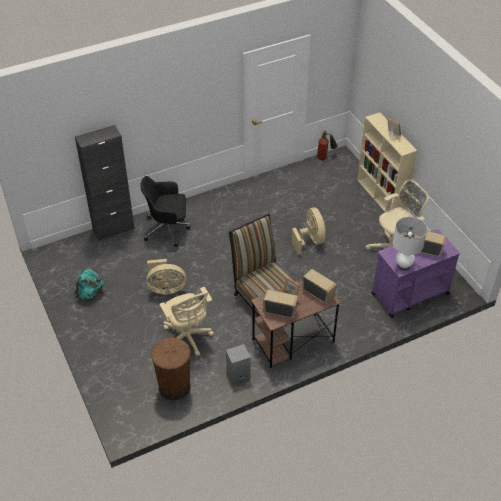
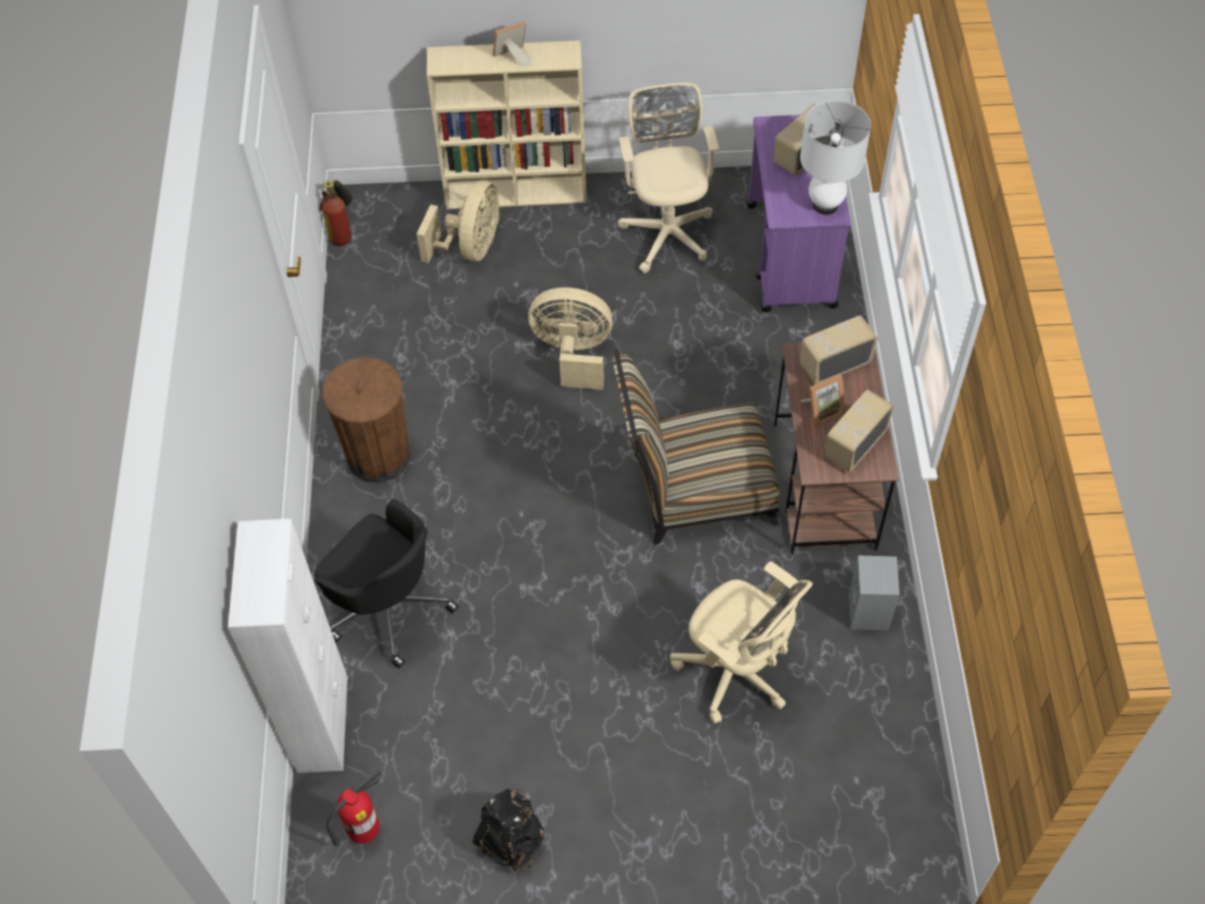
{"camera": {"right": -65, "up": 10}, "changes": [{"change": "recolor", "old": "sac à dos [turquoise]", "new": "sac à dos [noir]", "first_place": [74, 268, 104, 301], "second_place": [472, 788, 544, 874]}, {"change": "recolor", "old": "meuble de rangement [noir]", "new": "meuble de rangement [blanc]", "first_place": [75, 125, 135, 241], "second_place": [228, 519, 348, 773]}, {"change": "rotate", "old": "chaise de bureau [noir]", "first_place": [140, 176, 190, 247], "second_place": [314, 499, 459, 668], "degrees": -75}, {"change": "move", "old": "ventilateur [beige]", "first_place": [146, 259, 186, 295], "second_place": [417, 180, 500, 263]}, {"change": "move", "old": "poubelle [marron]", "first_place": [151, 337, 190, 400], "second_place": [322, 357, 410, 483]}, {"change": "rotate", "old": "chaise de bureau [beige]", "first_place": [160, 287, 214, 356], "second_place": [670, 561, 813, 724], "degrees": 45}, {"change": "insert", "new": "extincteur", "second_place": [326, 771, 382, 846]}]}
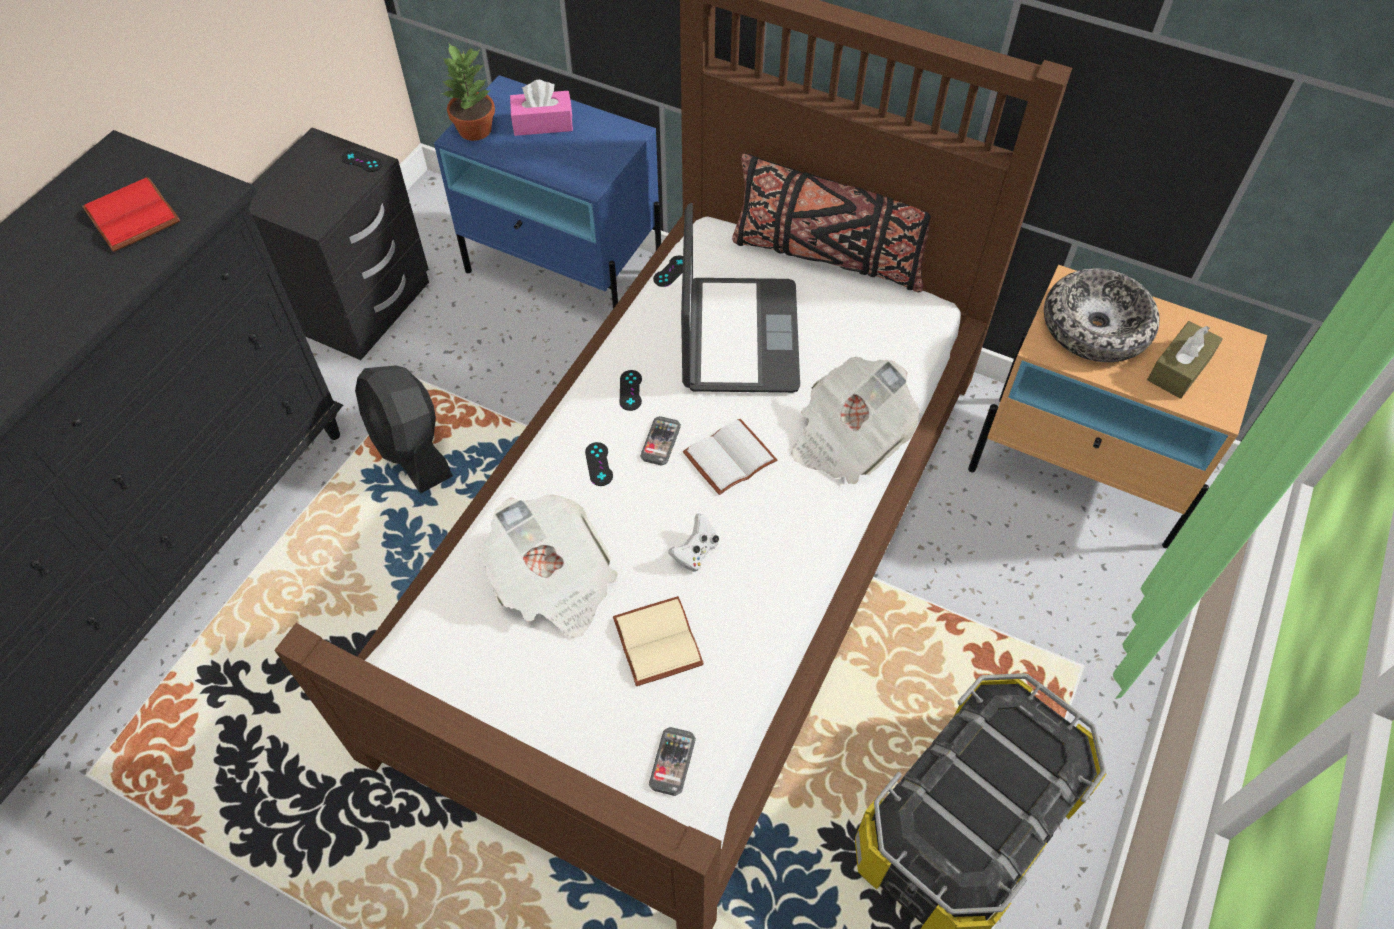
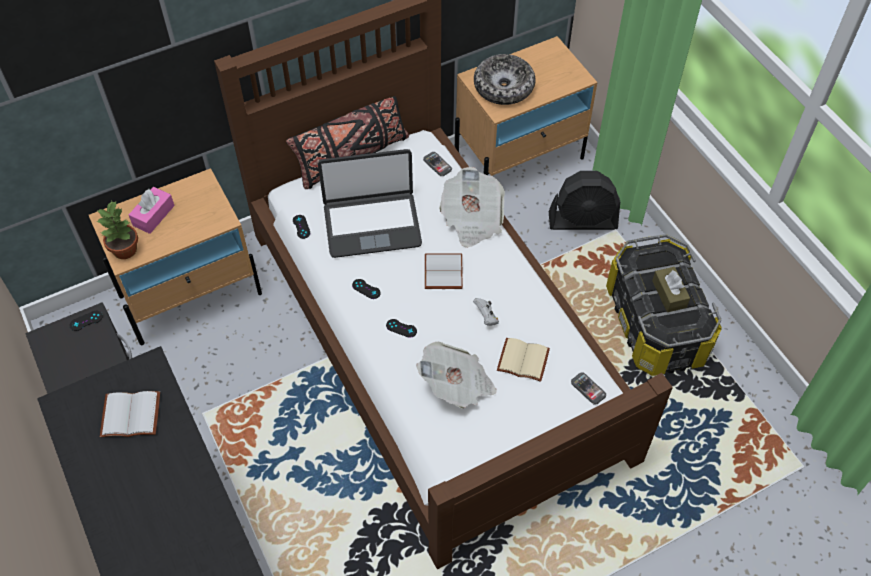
{"camera": {"right": -55, "up": 0}, "changes": [{"change": "recolor", "old": "livre [rouge]", "new": "livre [blanc]", "first_place": [82, 177, 180, 252], "second_place": [100, 391, 160, 438]}, {"change": "move", "old": "ventilateur [noir]", "first_place": [355, 365, 453, 494], "second_place": [549, 171, 620, 230]}, {"change": "recolor", "old": "table de chevet [bleu]", "new": "table de chevet [beige]", "first_place": [434, 75, 661, 309], "second_place": [89, 168, 262, 345]}, {"change": "move", "old": "téléphone", "first_place": [640, 416, 681, 465], "second_place": [423, 152, 452, 176]}, {"change": "rotate", "old": "ordinateur portable", "first_place": [681, 203, 800, 393], "second_place": [318, 149, 422, 258], "degrees": 135}, {"change": "move", "old": "boîte à mouchoirs [marron]", "first_place": [1147, 321, 1223, 399], "second_place": [652, 267, 690, 312]}]}
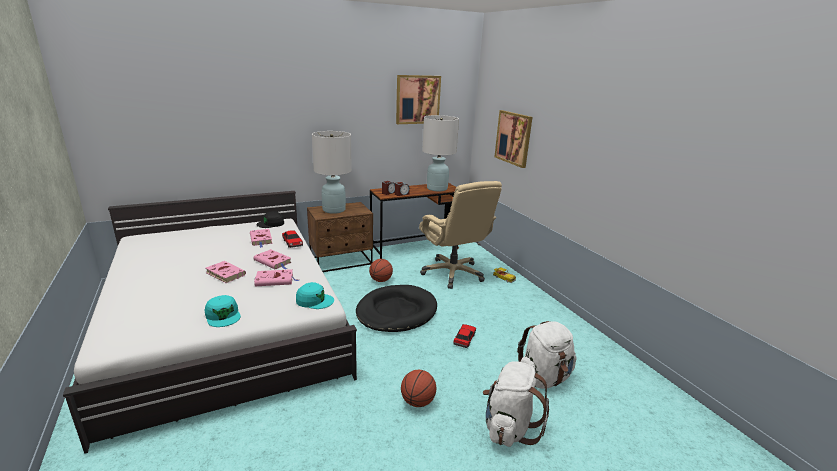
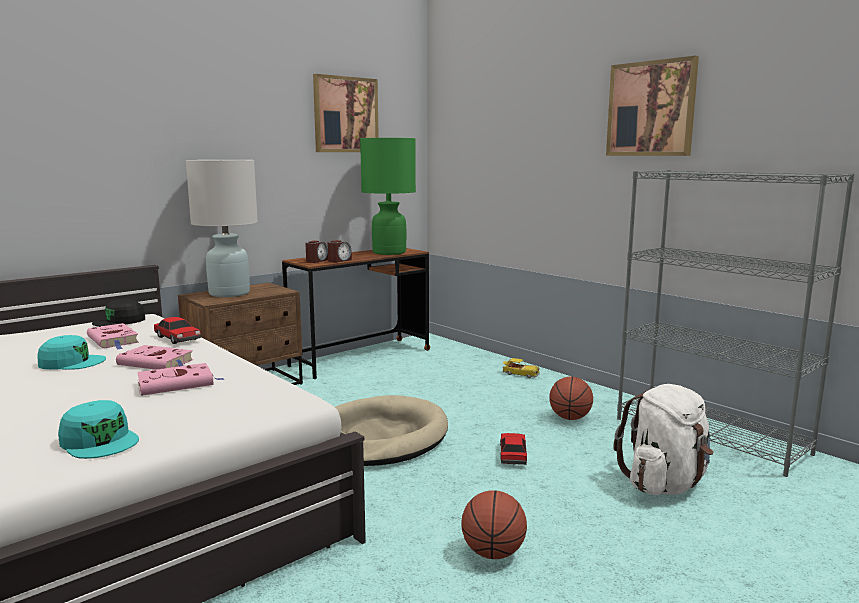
{"camera": {"right": -15, "up": -10}, "changes": [{"change": "delete", "old": "livre [rose]", "first_place": [205, 261, 246, 283]}, {"change": "move", "old": "casquette [turquoise]", "first_place": [296, 282, 334, 309], "second_place": [37, 335, 106, 370]}, {"change": "recolor", "old": "panier pour chien [noir]", "new": "panier pour chien [beige]", "first_place": [356, 285, 437, 332], "second_place": [335, 395, 448, 466]}, {"change": "move", "old": "ballon de basket", "first_place": [369, 259, 393, 282], "second_place": [549, 377, 593, 420]}, {"change": "delete", "old": "chaise de bureau [beige]", "first_place": [419, 181, 502, 289]}, {"change": "recolor", "old": "lampe de table [blanc]", "new": "lampe de table [vert]", "first_place": [422, 115, 459, 191], "second_place": [360, 138, 416, 255]}, {"change": "delete", "old": "sac à dos [blanc]", "first_place": [483, 361, 549, 447]}, {"change": "move", "old": "tableau", "first_place": [495, 110, 532, 168], "second_place": [606, 56, 699, 156]}, {"change": "insert", "new": "bibliothèque [gris]", "second_place": [617, 170, 855, 477]}]}
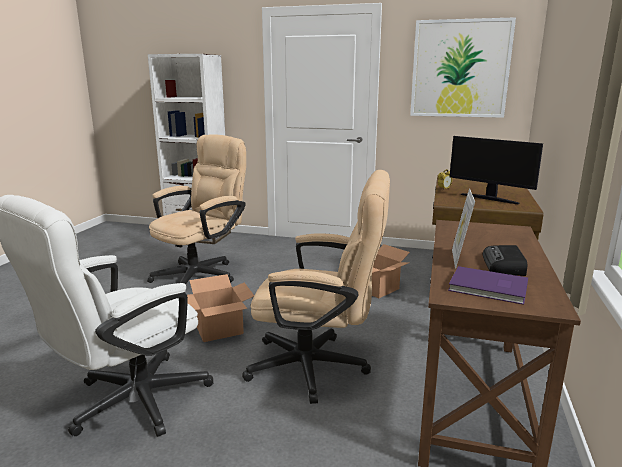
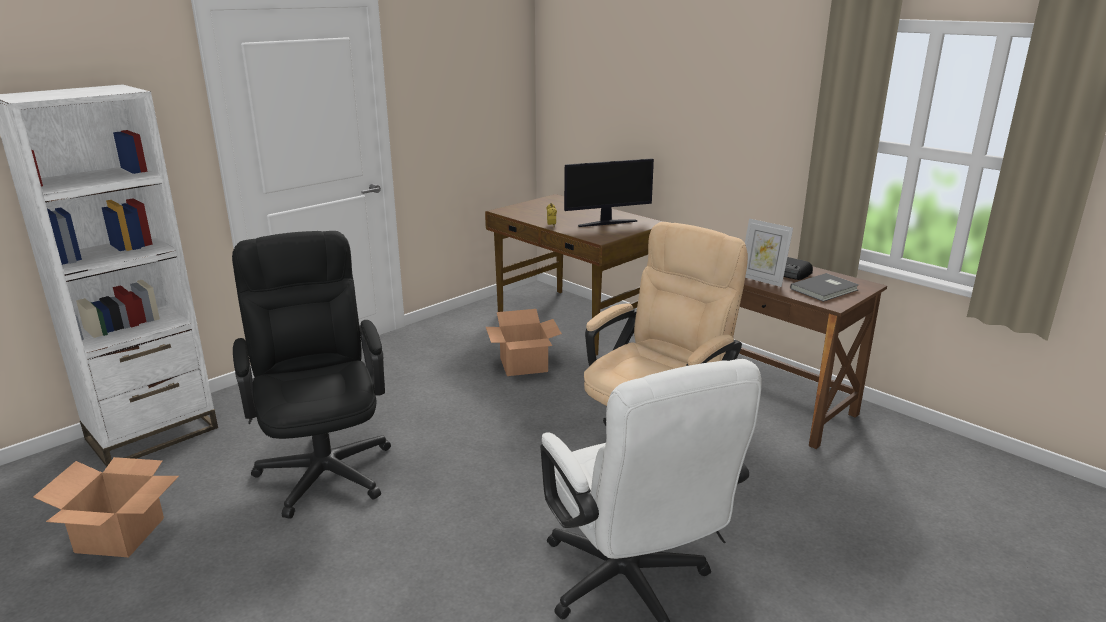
{"camera": {"right": -60, "up": 5}, "changes": [{"change": "recolor", "old": "chaise de bureau [beige]", "new": "chaise de bureau [noir]", "first_place": [147, 134, 246, 284], "second_place": [232, 231, 391, 519]}, {"change": "move", "old": "carton", "first_place": [187, 274, 254, 342], "second_place": [33, 457, 179, 557]}, {"change": "delete", "old": "tableau", "first_place": [410, 17, 516, 118]}, {"change": "recolor", "old": "livre [violet]", "new": "livre [gris]", "first_place": [448, 266, 528, 305], "second_place": [790, 273, 859, 302]}]}
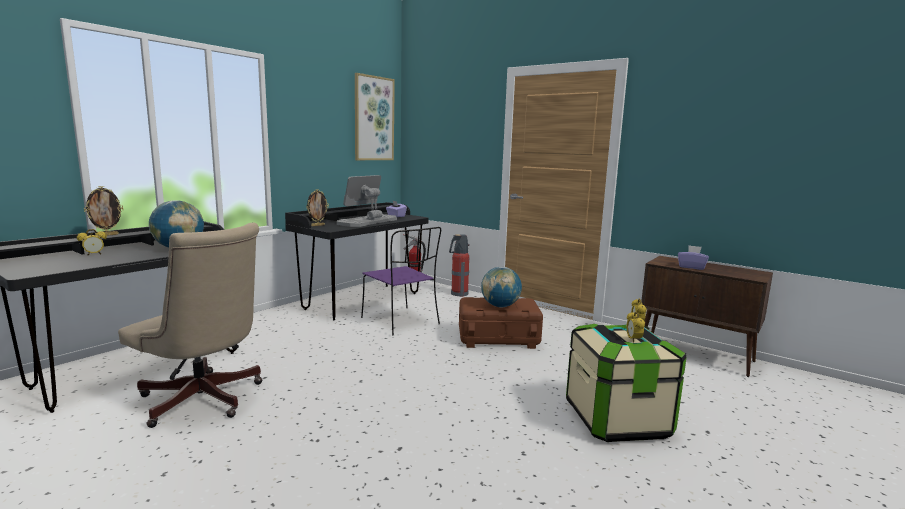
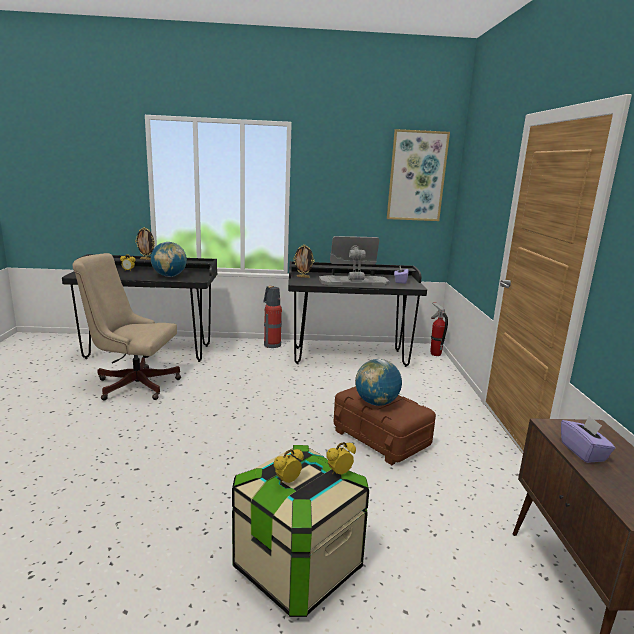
{"camera": {"right": 50, "up": 5}, "changes": [{"change": "rotate", "old": "chaise de bureau [beige]", "first_place": [118, 223, 263, 428], "second_place": [72, 253, 181, 401], "degrees": 105}, {"change": "delete", "old": "chaise [violet]", "first_place": [361, 227, 441, 336]}, {"change": "move", "old": "extincteur", "first_place": [449, 234, 470, 297], "second_place": [264, 286, 282, 348]}]}
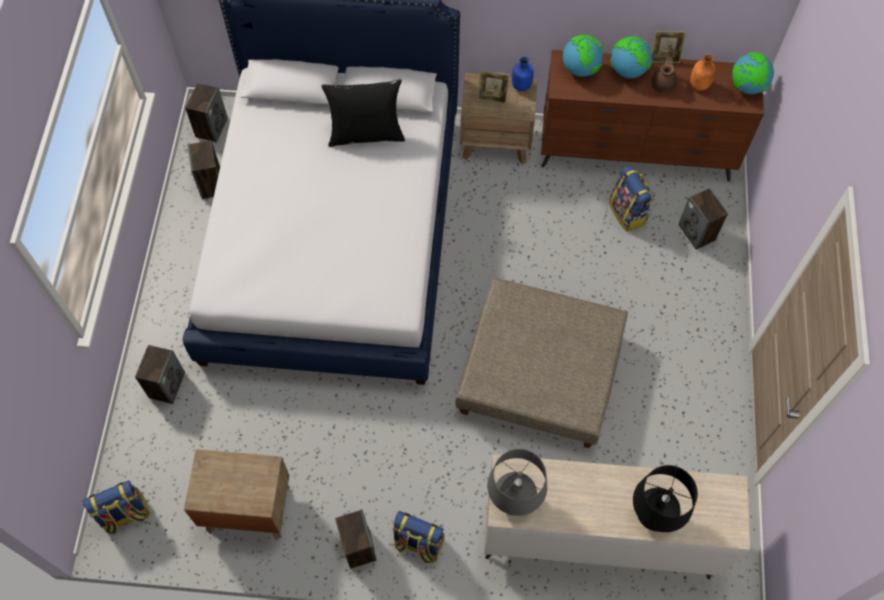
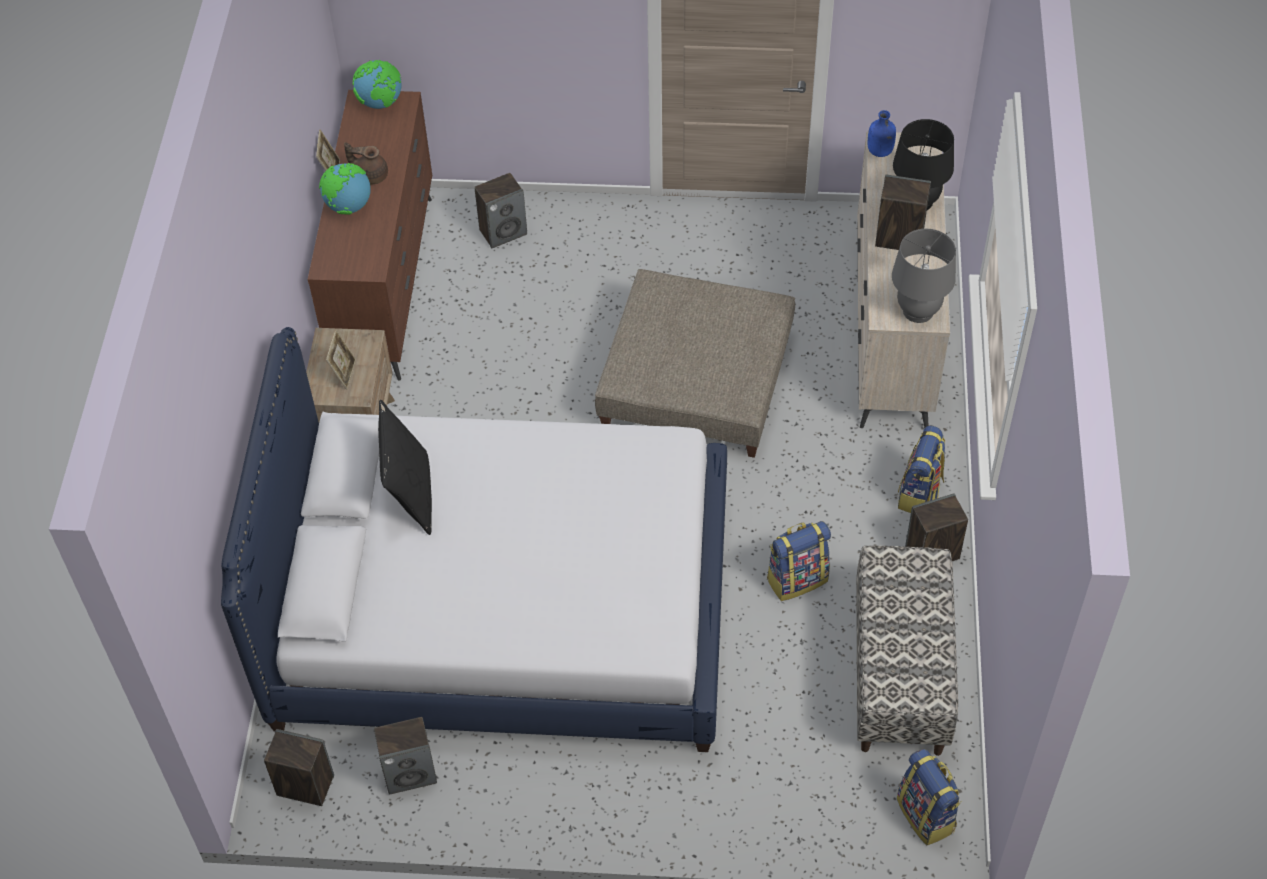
{"camera": {"right": -90, "up": -10}, "changes": [{"change": "move", "old": "enceinte", "first_place": [135, 345, 185, 404], "second_place": [875, 175, 931, 250]}, {"change": "replace", "old": "table de chevet [marron]", "new": "banc", "first_place": [184, 449, 290, 540], "second_place": [856, 546, 958, 756]}, {"change": "move", "old": "bouteille [bleu]", "first_place": [512, 57, 534, 91], "second_place": [868, 110, 896, 157]}, {"change": "delete", "old": "globe", "first_place": [563, 35, 604, 77]}, {"change": "move", "old": "sac à dos", "first_place": [609, 166, 653, 232], "second_place": [767, 521, 831, 601]}, {"change": "delete", "old": "bouteille [orange]", "first_place": [690, 54, 716, 91]}]}
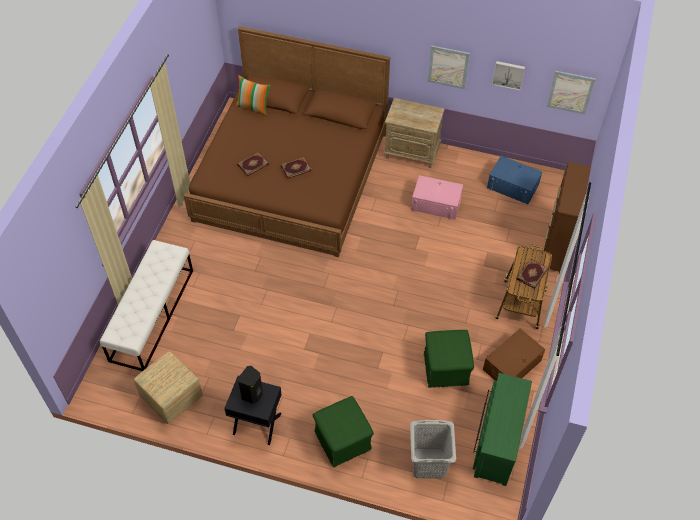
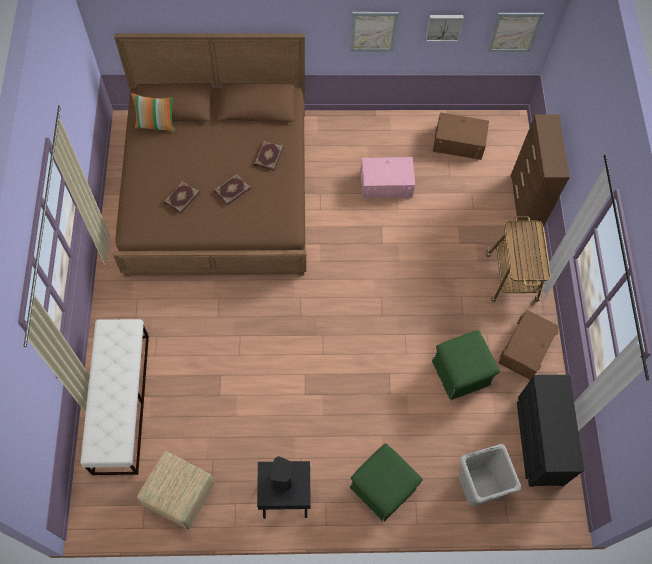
{"camera": {"right": -20, "up": 10}, "changes": [{"change": "delete", "old": "table de chevet [beige]", "first_place": [383, 98, 444, 168]}, {"change": "recolor", "old": "commode [vert]", "new": "commode [noir]", "first_place": [473, 373, 532, 486], "second_place": [517, 375, 584, 487]}, {"change": "recolor", "old": "boîte de rangement [bleu]", "new": "boîte de rangement [marron]", "first_place": [487, 156, 542, 204], "second_place": [433, 112, 489, 160]}, {"change": "move", "old": "livre", "first_place": [517, 259, 548, 289], "second_place": [254, 140, 284, 171]}]}
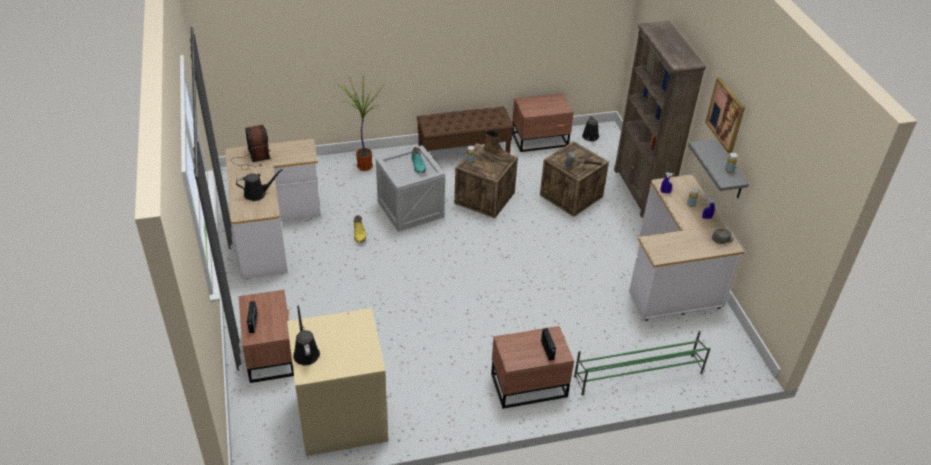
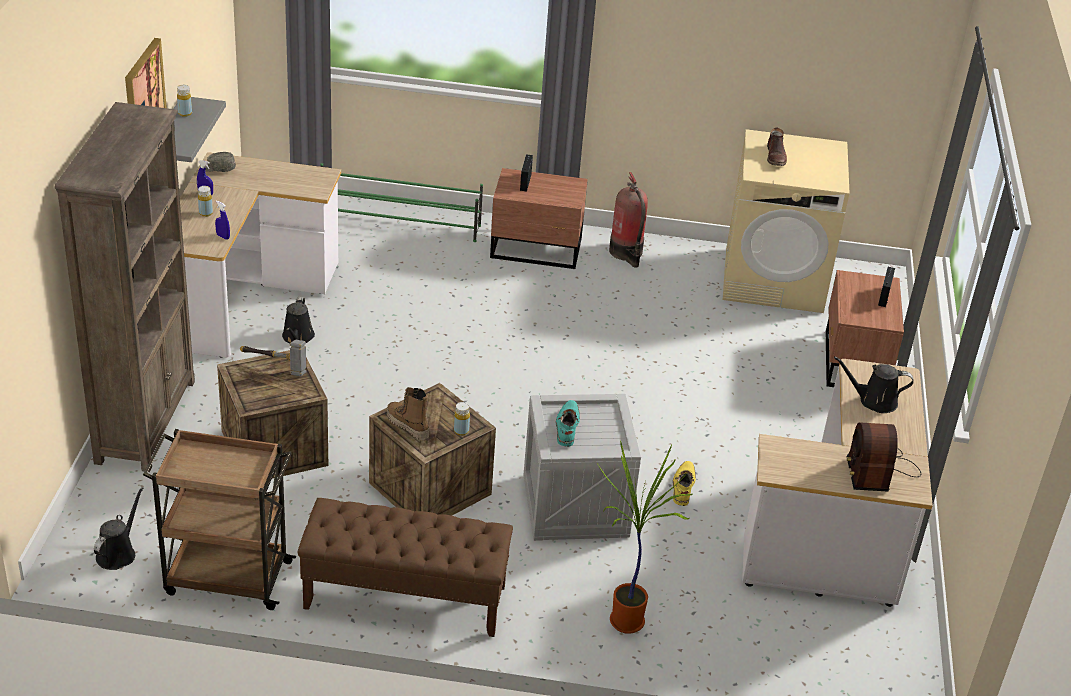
{"camera": {"right": -160, "up": -5}, "changes": [{"change": "move", "old": "arrosoir [noir]", "first_place": [293, 305, 320, 366], "second_place": [282, 297, 315, 343]}, {"change": "replace", "old": "table de chevet [marron]", "new": "chariot [marron]", "first_place": [512, 93, 574, 152], "second_place": [143, 429, 296, 610]}, {"change": "insert", "new": "extincteur", "second_place": [609, 172, 648, 268]}, {"change": "insert", "new": "botte [marron]", "second_place": [767, 128, 787, 166]}]}
